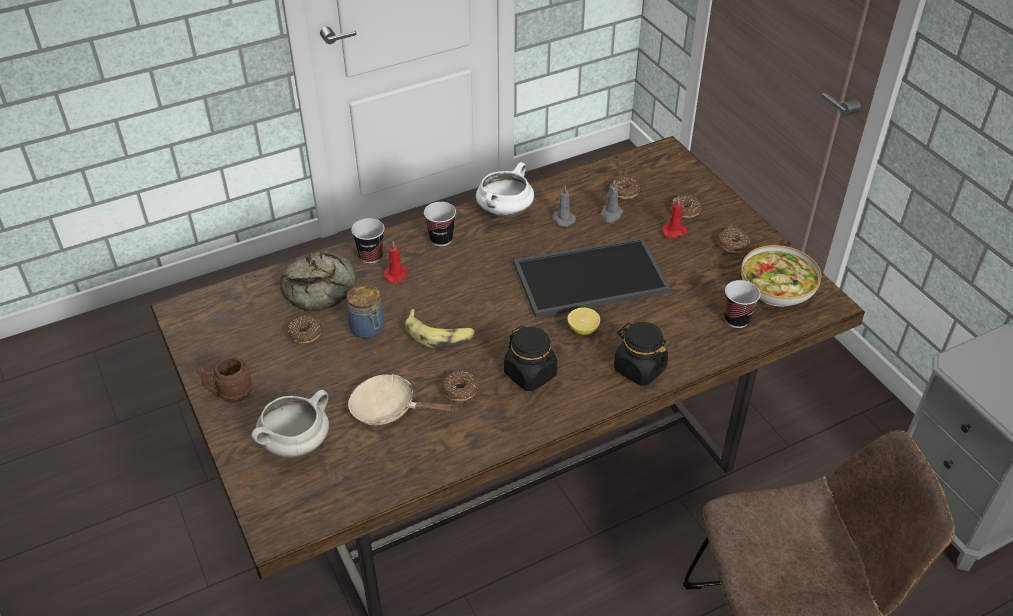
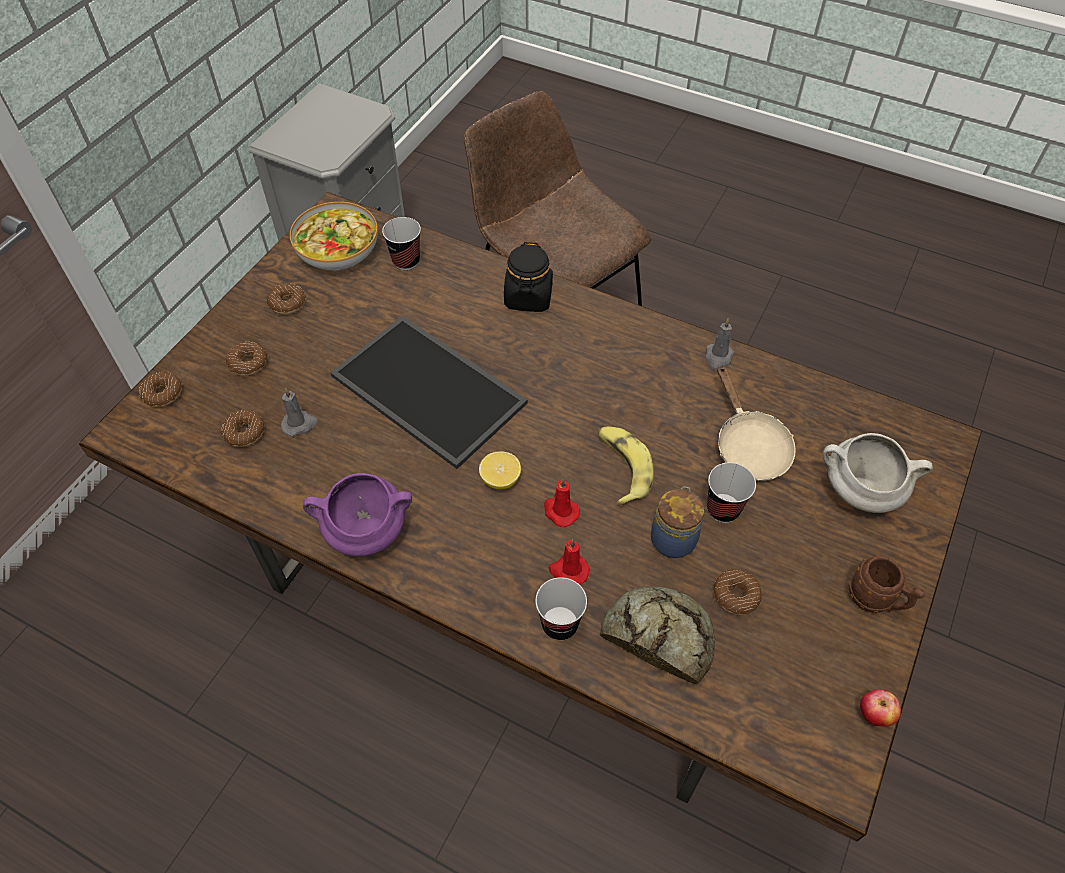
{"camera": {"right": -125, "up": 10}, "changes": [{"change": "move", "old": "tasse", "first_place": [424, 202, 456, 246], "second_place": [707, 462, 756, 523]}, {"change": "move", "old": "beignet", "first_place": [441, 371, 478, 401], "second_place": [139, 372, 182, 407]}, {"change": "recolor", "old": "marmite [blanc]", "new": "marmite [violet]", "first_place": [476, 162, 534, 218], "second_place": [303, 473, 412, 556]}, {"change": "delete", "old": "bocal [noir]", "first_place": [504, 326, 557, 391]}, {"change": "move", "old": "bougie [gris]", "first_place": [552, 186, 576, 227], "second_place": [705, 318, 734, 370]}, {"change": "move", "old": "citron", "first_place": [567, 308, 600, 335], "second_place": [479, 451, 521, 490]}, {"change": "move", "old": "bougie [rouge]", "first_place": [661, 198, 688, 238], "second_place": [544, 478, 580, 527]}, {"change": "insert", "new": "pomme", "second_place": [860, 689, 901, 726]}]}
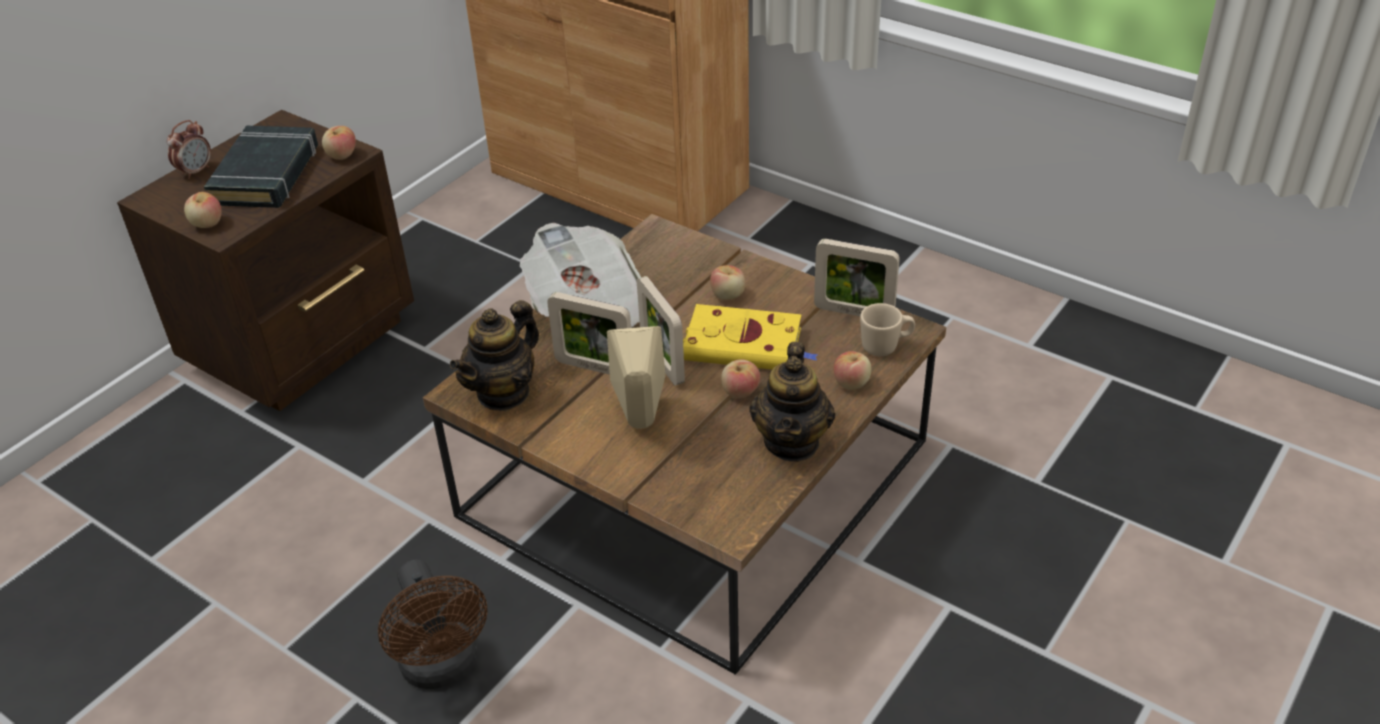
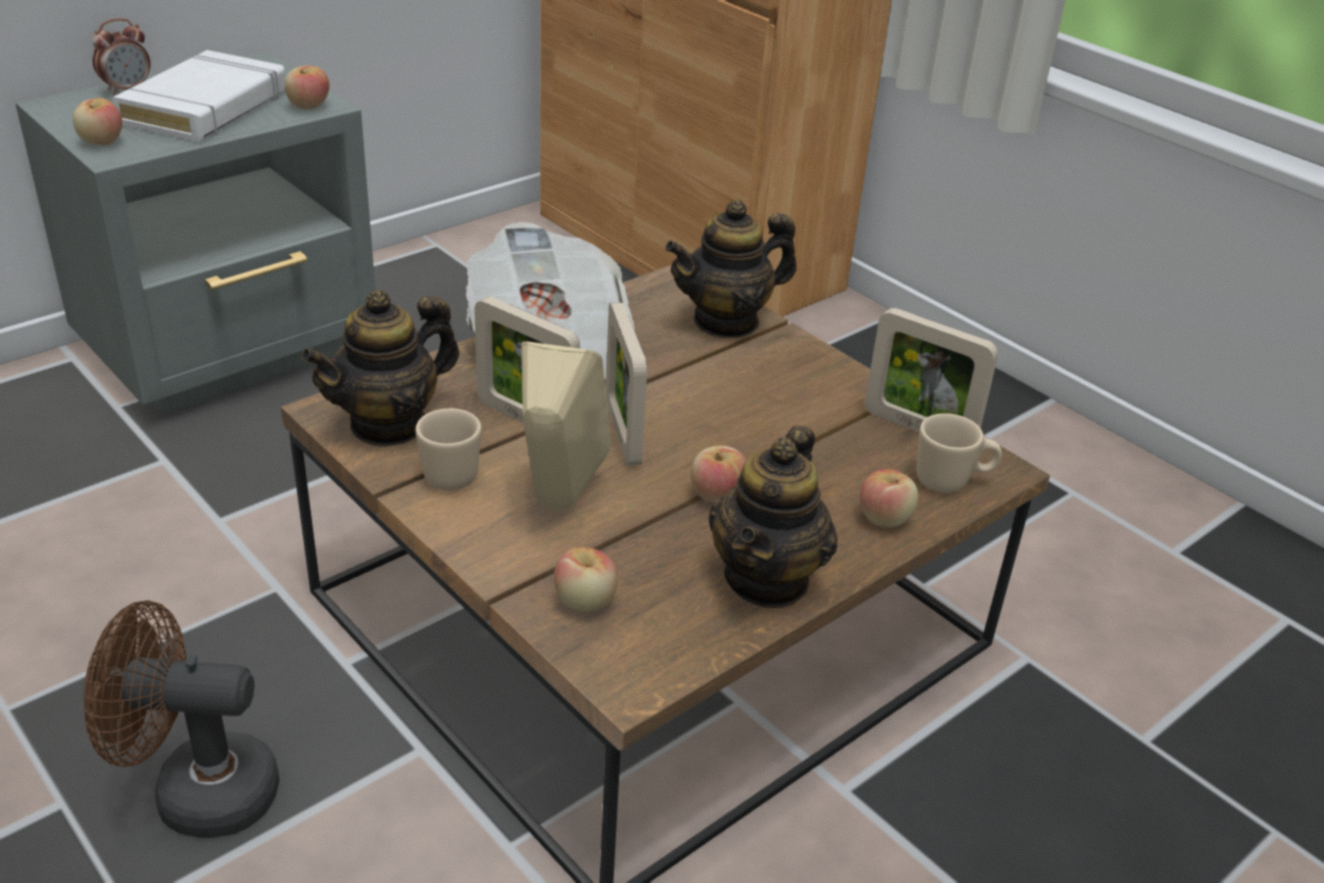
{"camera": {"right": 10, "up": -5}, "changes": [{"change": "recolor", "old": "table de chevet [marron]", "new": "table de chevet [gris]", "first_place": [117, 110, 414, 411], "second_place": [15, 52, 376, 416]}, {"change": "recolor", "old": "livre [noir]", "new": "livre [blanc]", "first_place": [204, 126, 318, 208], "second_place": [113, 50, 285, 142]}, {"change": "rotate", "old": "ventilateur [marron]", "first_place": [378, 559, 488, 689], "second_place": [84, 600, 279, 838], "degrees": 105}, {"change": "delete", "old": "livre [jaune]", "first_place": [683, 304, 819, 370]}, {"change": "move", "old": "pomme", "first_place": [710, 265, 745, 300], "second_place": [554, 547, 618, 611]}, {"change": "insert", "new": "mug [beige]", "second_place": [415, 408, 482, 490]}, {"change": "insert", "new": "théière", "second_place": [665, 199, 797, 338]}]}
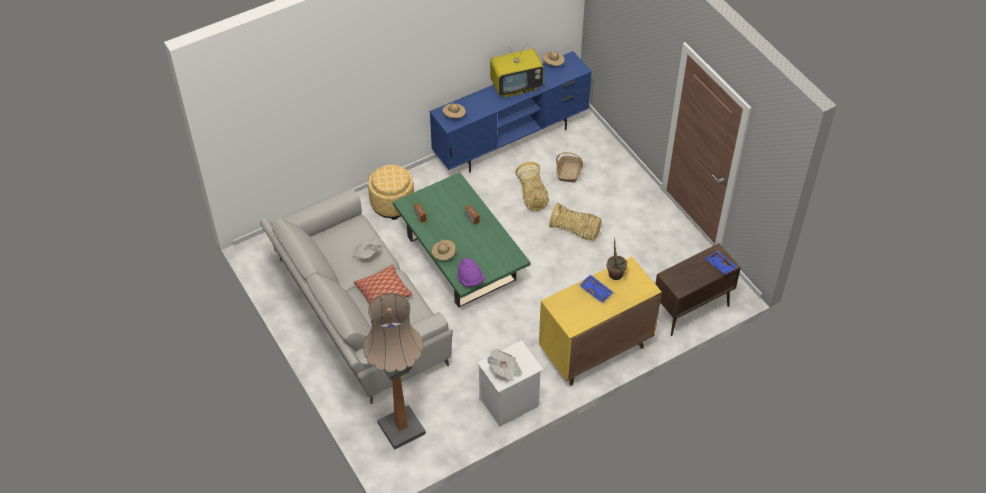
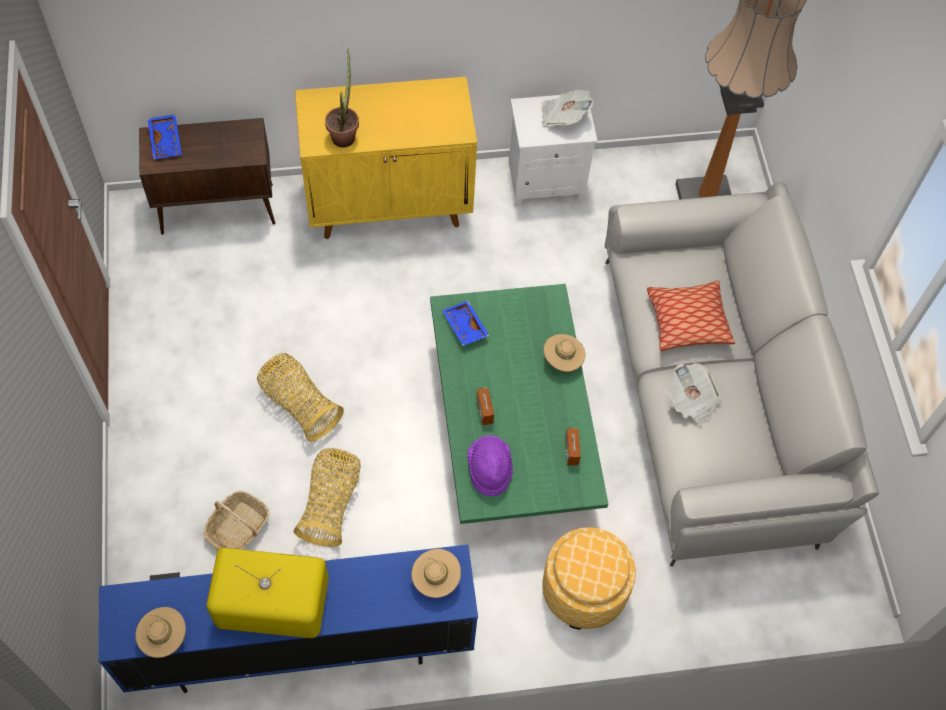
{"camera": {"right": -160, "up": 10}, "changes": [{"change": "move", "old": "chapeau [violet]", "first_place": [457, 258, 485, 287], "second_place": [467, 435, 513, 496]}, {"change": "move", "old": "plateau [bleu]", "first_place": [579, 275, 613, 303], "second_place": [442, 301, 489, 346]}]}
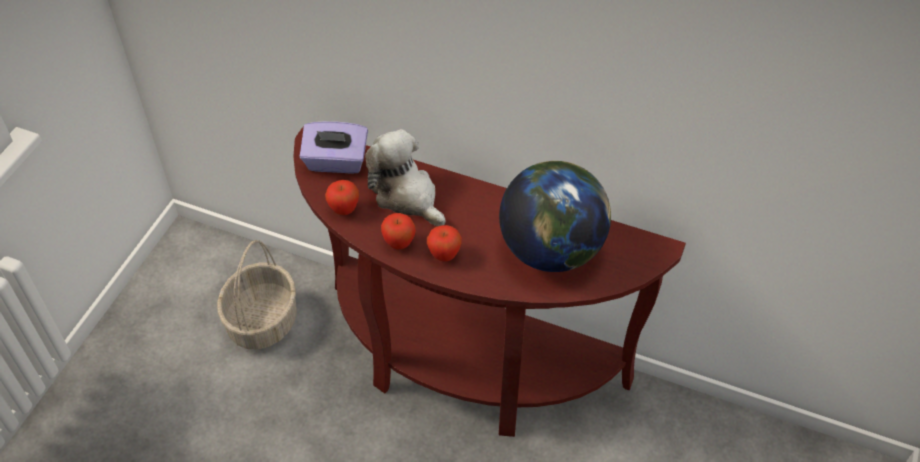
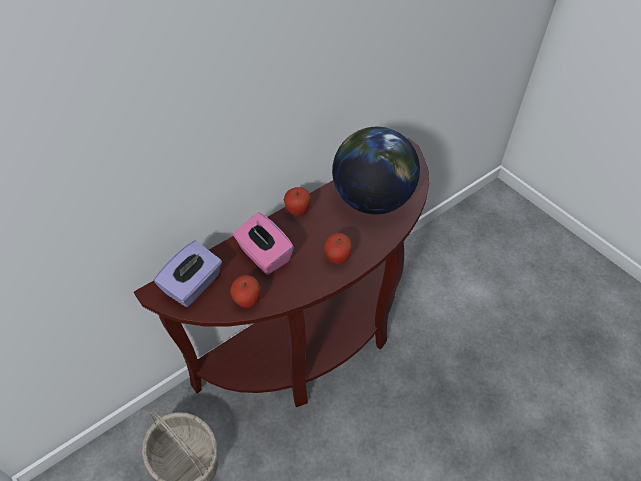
{"camera": {"right": -60, "up": 0}, "changes": [{"change": "replace", "old": "peluche", "new": "boîte à mouchoirs [rose]", "first_place": [365, 129, 446, 226], "second_place": [233, 212, 294, 275]}, {"change": "move", "old": "pomme", "first_place": [381, 213, 416, 249], "second_place": [284, 187, 311, 216]}]}
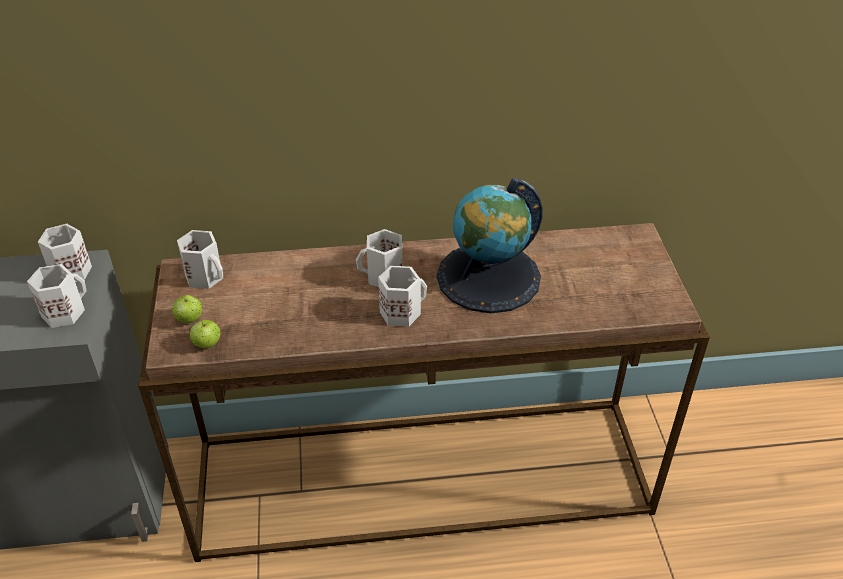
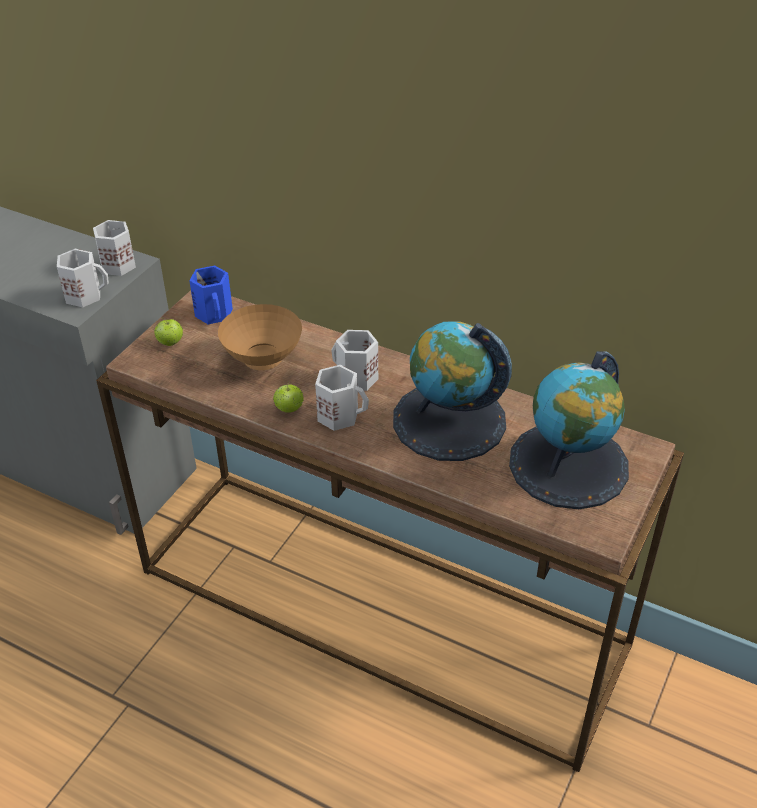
{"camera": {"right": 35, "up": 0}, "changes": [{"change": "recolor", "old": "mug [blanc]", "new": "mug [bleu]", "first_place": [177, 230, 223, 289], "second_place": [189, 266, 233, 324]}, {"change": "move", "old": "pomme", "first_place": [190, 319, 221, 348], "second_place": [273, 381, 304, 413]}, {"change": "insert", "new": "bol [marron]", "second_place": [218, 304, 302, 370]}, {"change": "insert", "new": "globe", "second_place": [509, 352, 629, 509]}]}
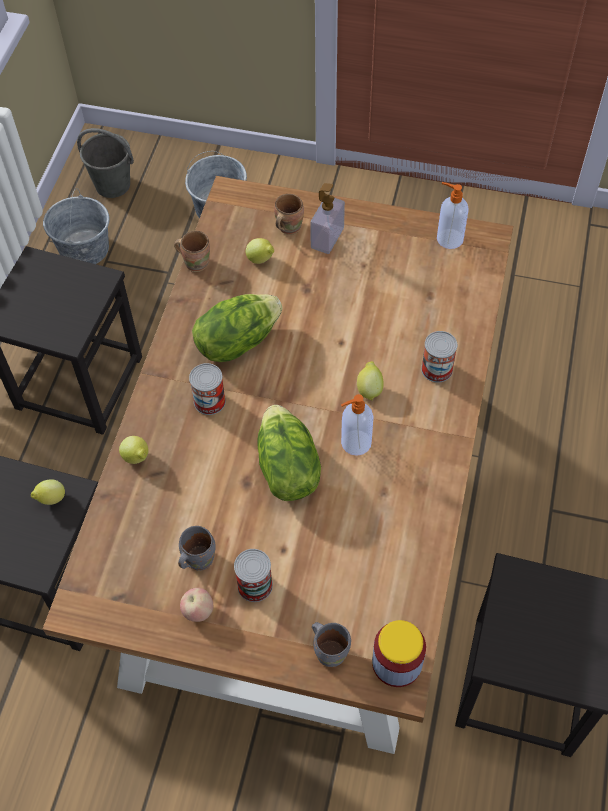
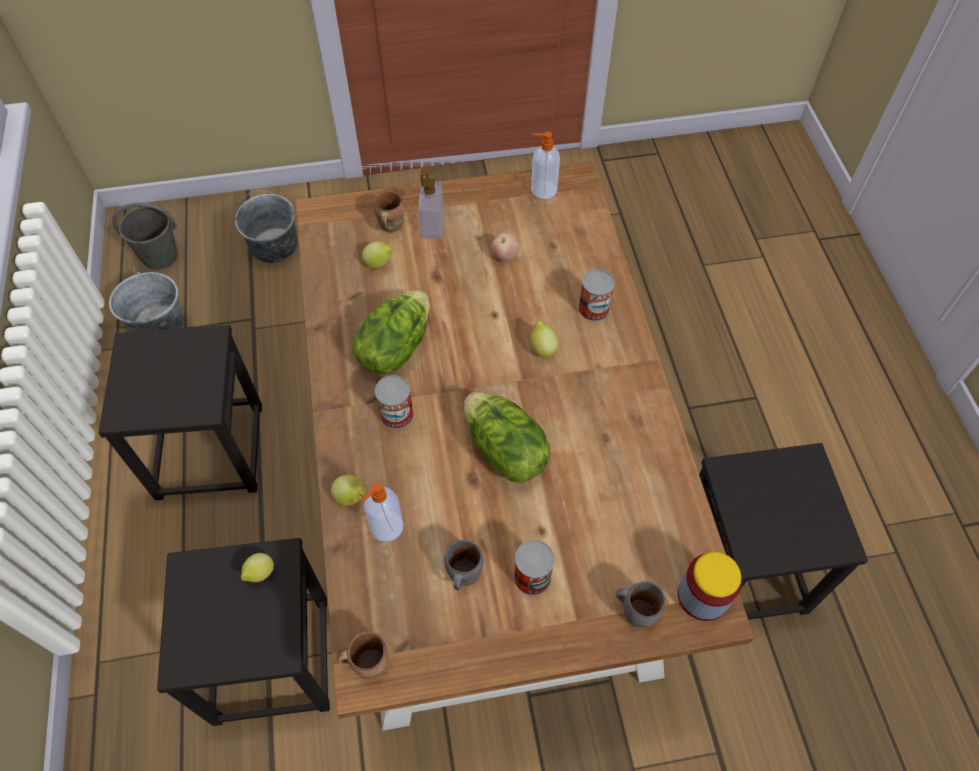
{"camera": {"right": -25, "up": 0}, "changes": [{"change": "move", "old": "mug [marron]", "first_place": [174, 231, 210, 272], "second_place": [337, 631, 388, 679]}, {"change": "move", "old": "pomme", "first_place": [180, 588, 213, 622], "second_place": [492, 233, 519, 262]}, {"change": "move", "old": "distributeur de savon", "first_place": [341, 394, 374, 456], "second_place": [361, 482, 404, 542]}]}
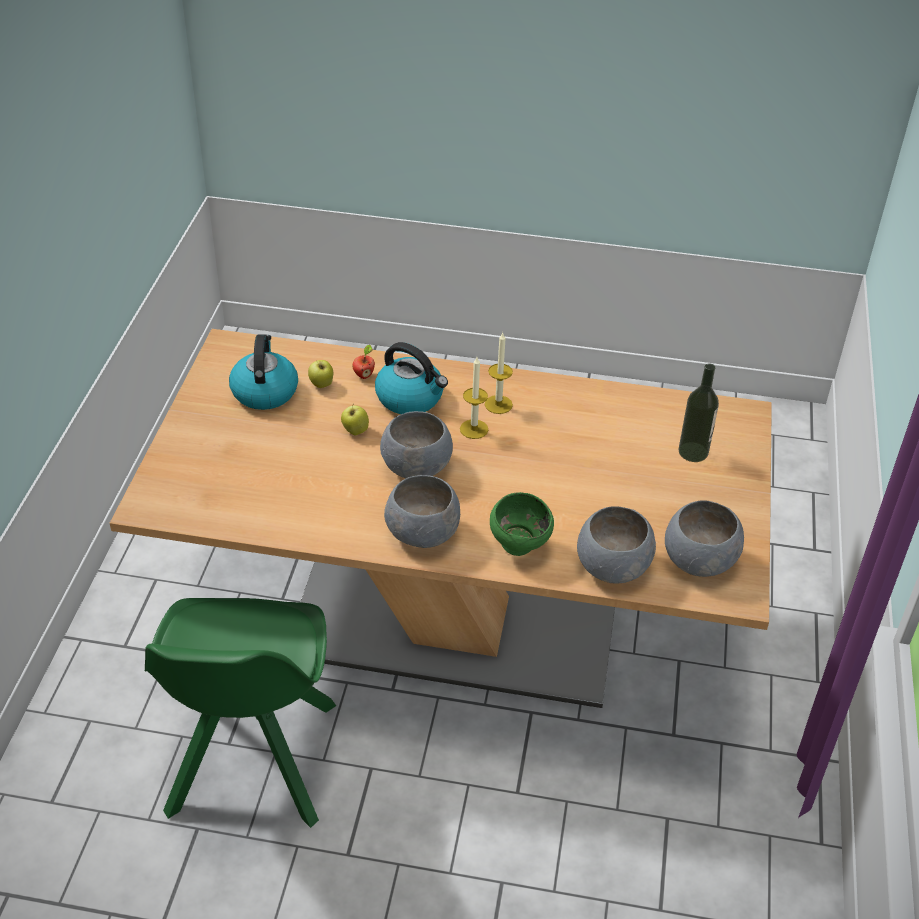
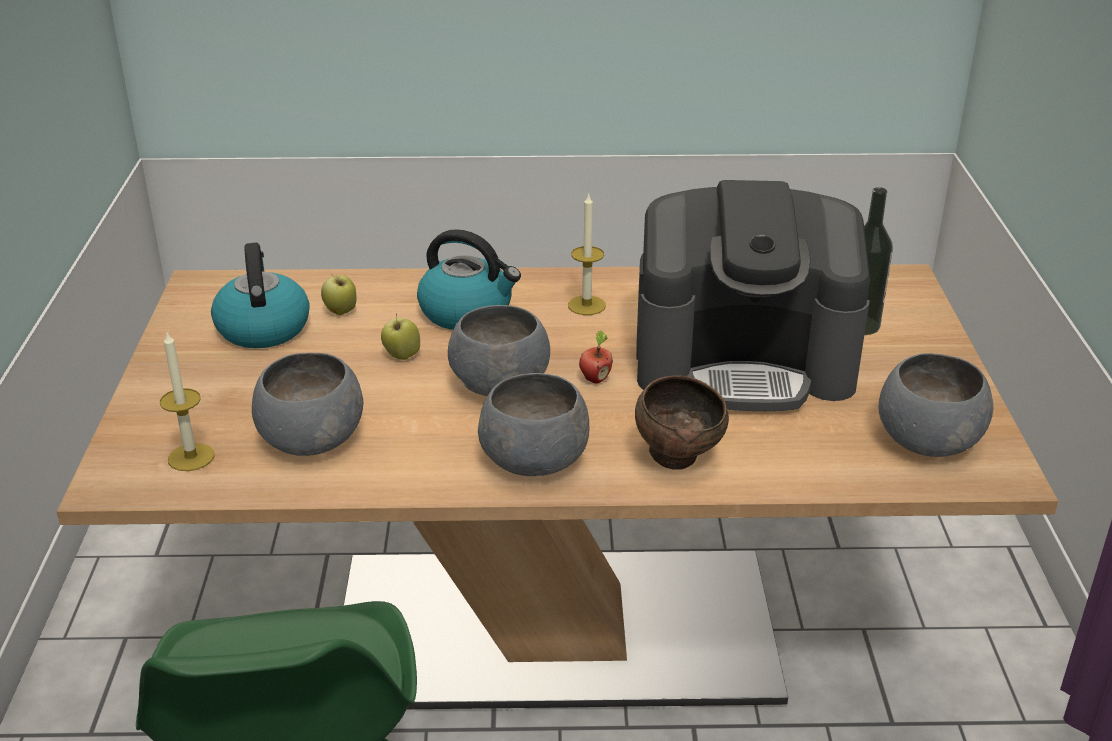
{"camera": {"right": -10, "up": -10}, "changes": [{"change": "move", "old": "pomme", "first_place": [353, 345, 375, 379], "second_place": [579, 331, 613, 383]}, {"change": "move", "old": "bougie", "first_place": [460, 357, 488, 439], "second_place": [160, 330, 214, 471]}, {"change": "recolor", "old": "bol [vert]", "new": "bol [marron]", "first_place": [490, 492, 554, 556], "second_place": [635, 375, 729, 470]}, {"change": "move", "old": "bol [gris]", "first_place": [577, 506, 656, 584], "second_place": [252, 352, 363, 456]}, {"change": "insert", "new": "machine à café", "second_place": [636, 180, 870, 411]}]}
